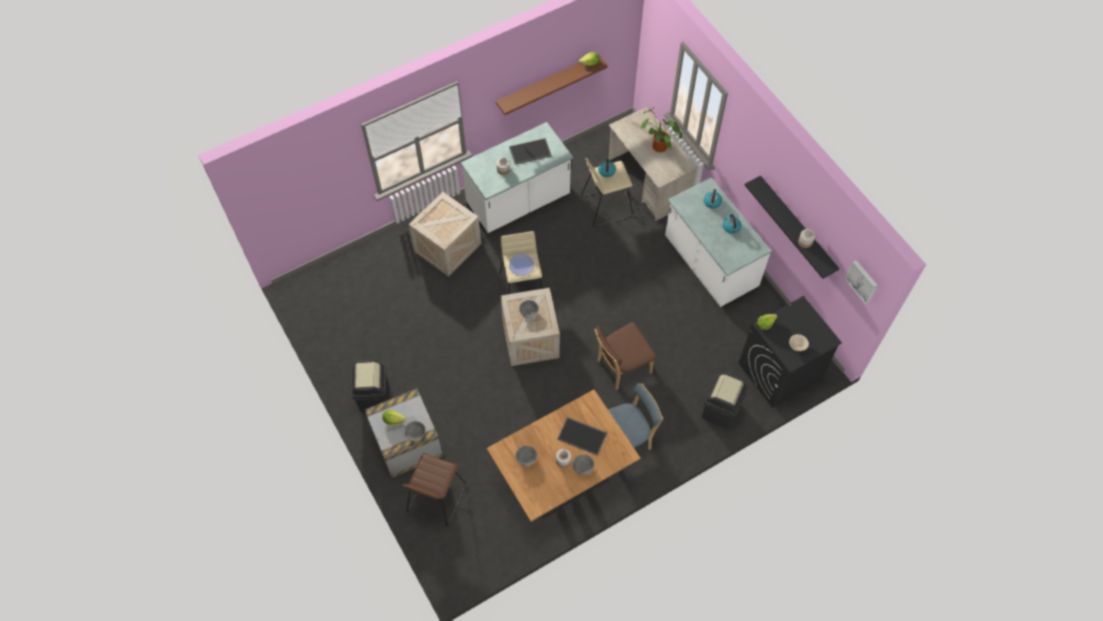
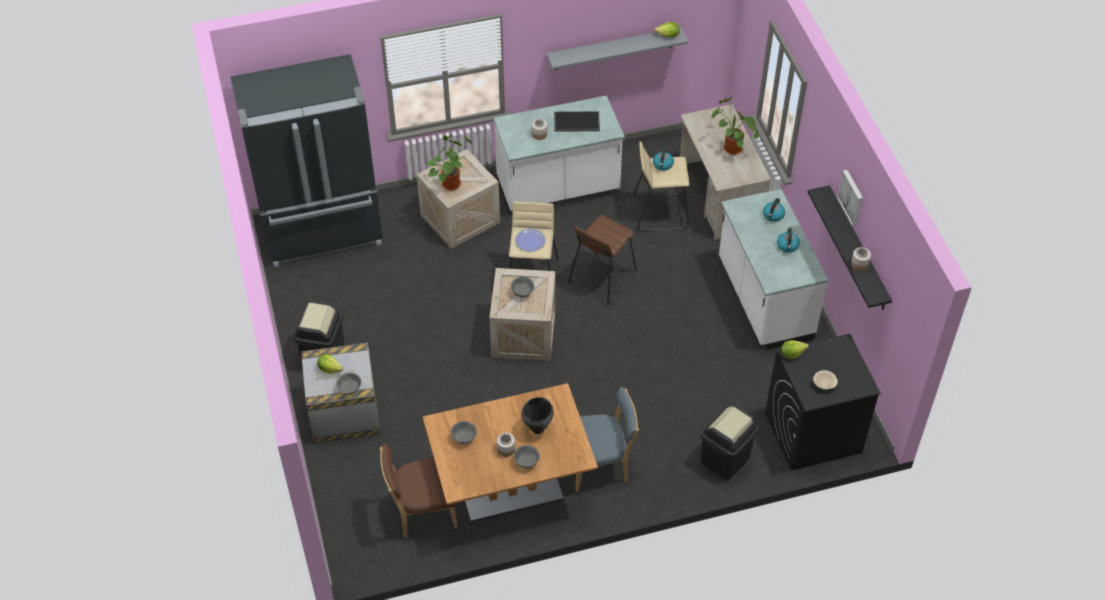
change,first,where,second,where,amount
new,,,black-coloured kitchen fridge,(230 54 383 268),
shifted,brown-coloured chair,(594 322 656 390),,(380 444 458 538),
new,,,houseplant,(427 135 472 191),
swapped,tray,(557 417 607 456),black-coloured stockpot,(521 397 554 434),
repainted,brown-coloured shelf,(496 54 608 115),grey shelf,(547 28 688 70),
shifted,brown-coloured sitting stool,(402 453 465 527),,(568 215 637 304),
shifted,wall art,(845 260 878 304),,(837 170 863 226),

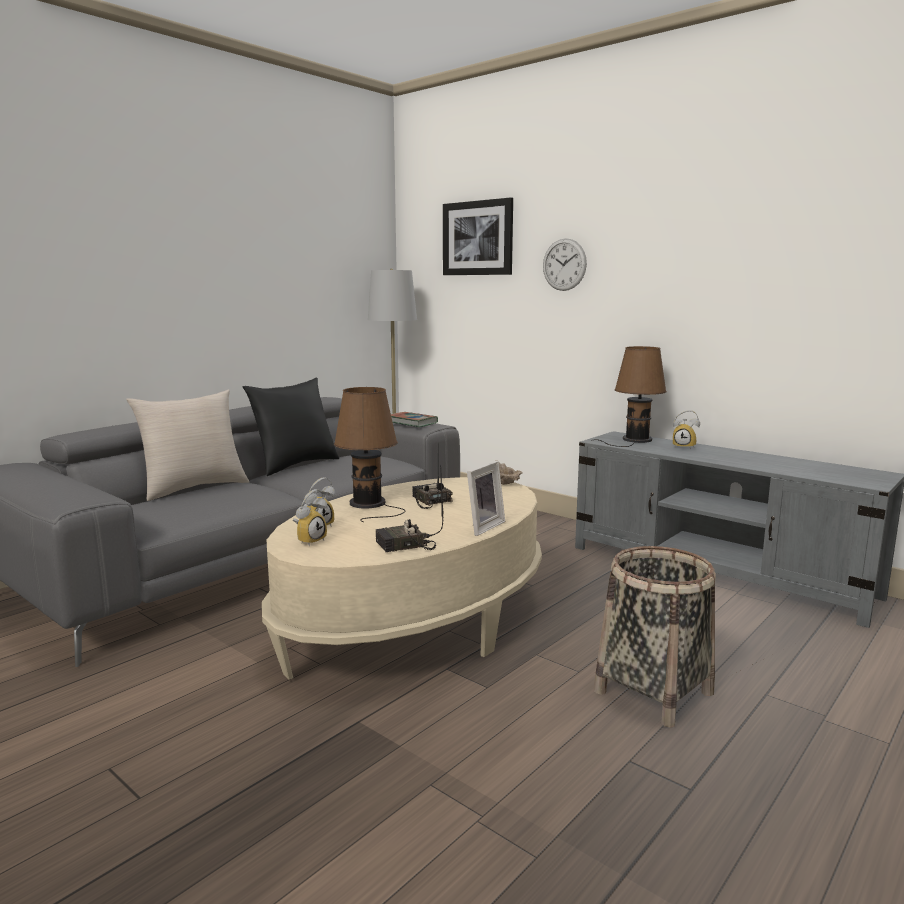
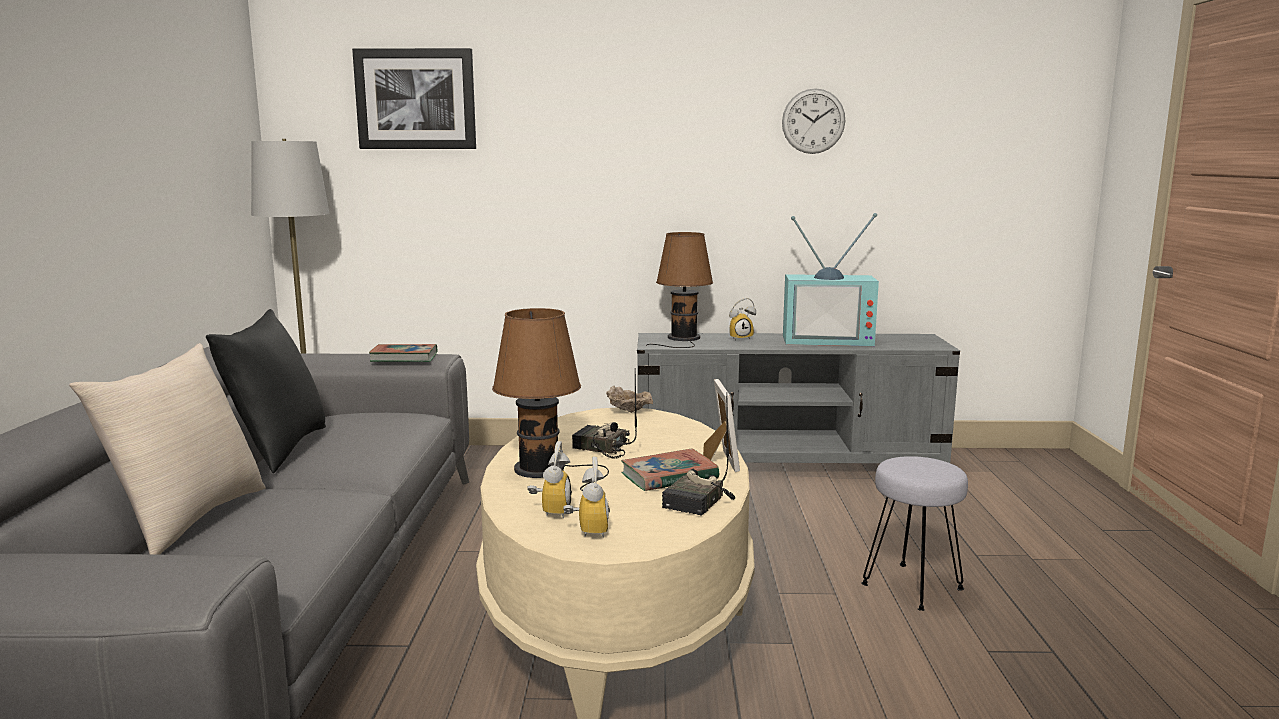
change,first,where,second,where,amount
new,,,volume,(621 448 719 491),
shifted,wall clock,(543 238 587 291),,(782 88 845 154),
new,,,TV,(783 213 879 346),
swapped,storage basket,(594 546 716 728),grey sitting stool,(861 456 968 611),

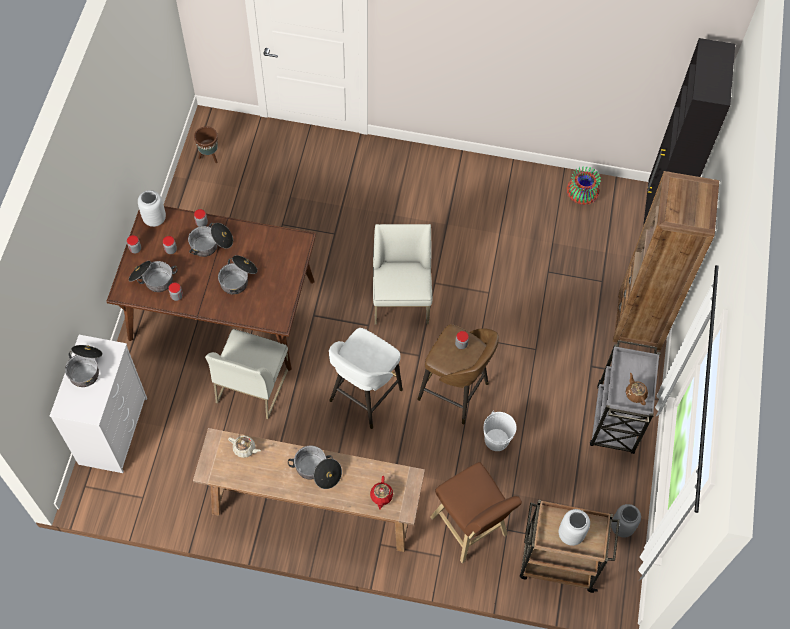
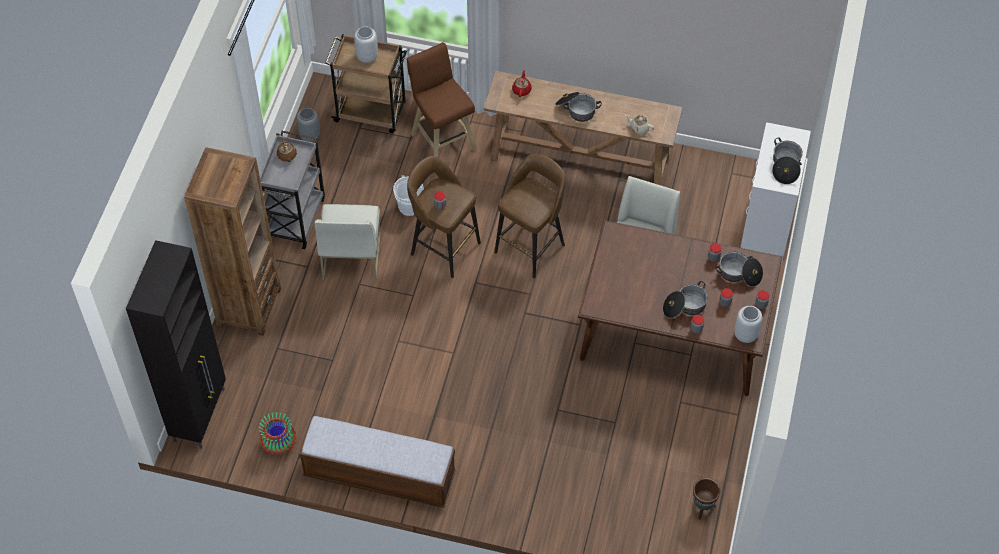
change,first,where,second,where,amount
new,,,long seat,(299 416 456 508),
shifted,whitish chair,(373 224 432 325),,(315 204 381 282),
repainted,whitish sitting stool,(329 328 403 429),brown-coloured sitting stool,(494 154 566 278),
gone,stockpot,(218 255 258 295),,,

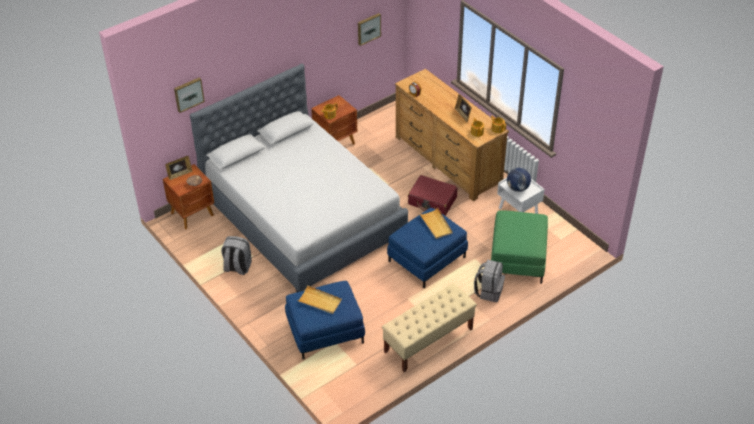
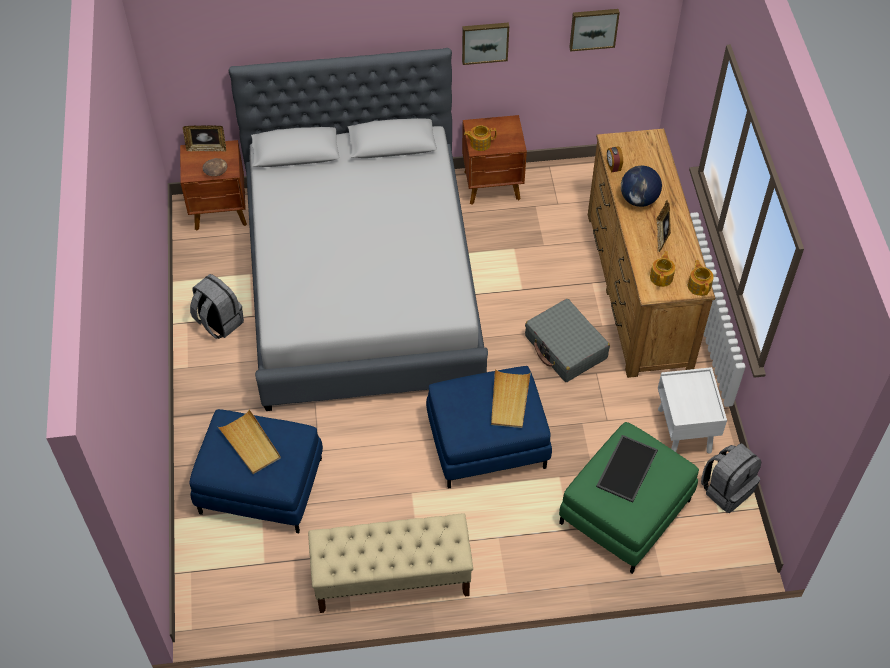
change,first,where,second,where,amount
shifted,wall art,(174 77 205 113),,(462 22 509 65),
repainted,red suitcase,(408 175 458 216),grey suitcase,(525 299 610 382),
new,,,tray,(596 435 658 503),
shifted,world globe,(507 168 531 192),,(621 166 662 207),
shifted,grey rucksack,(474 260 505 302),,(701 443 761 513),

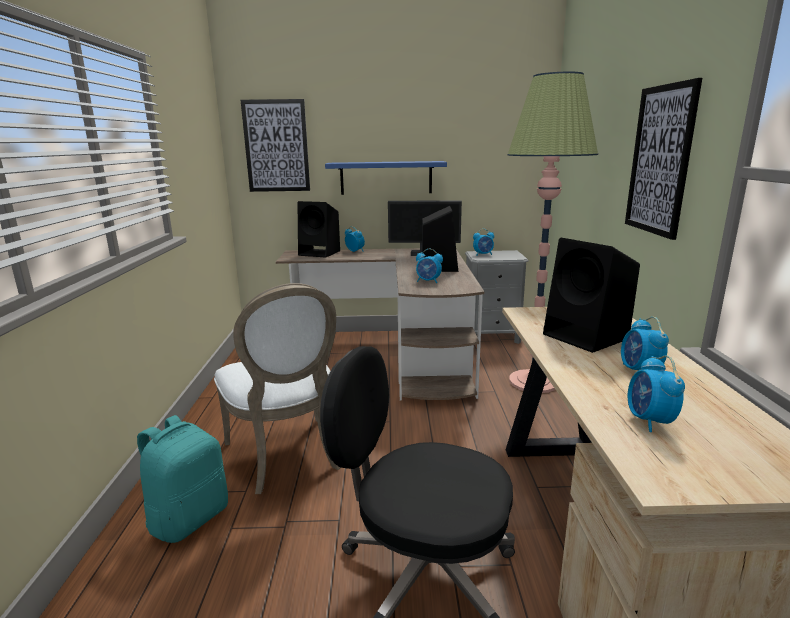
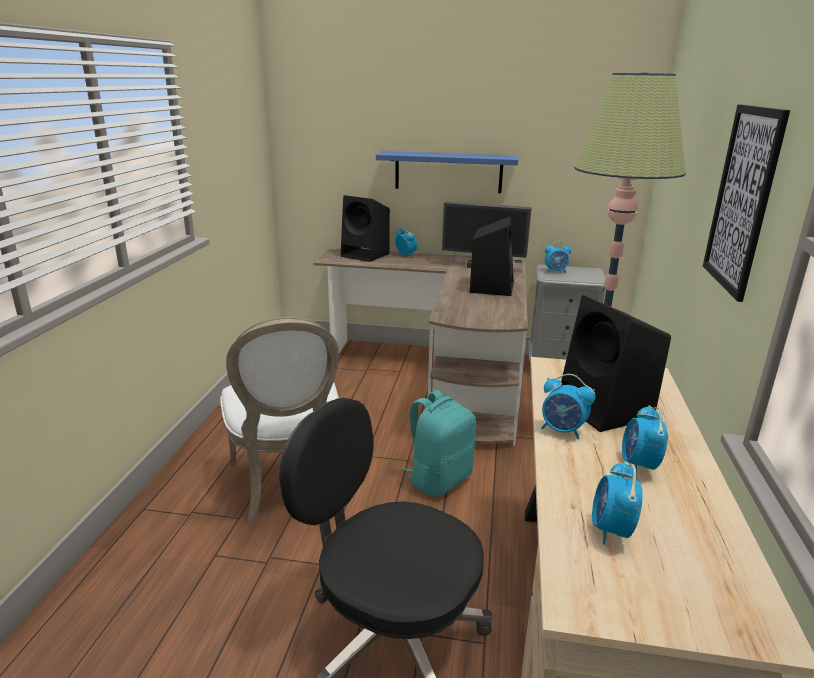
change,first,where,second,where,amount
shifted,turquoise rucksack,(137 415 228 543),,(402 390 476 496),
shifted,bedside clock,(416 249 443 283),,(541 374 595 439),
gone,wall art,(241 99 310 192),,,

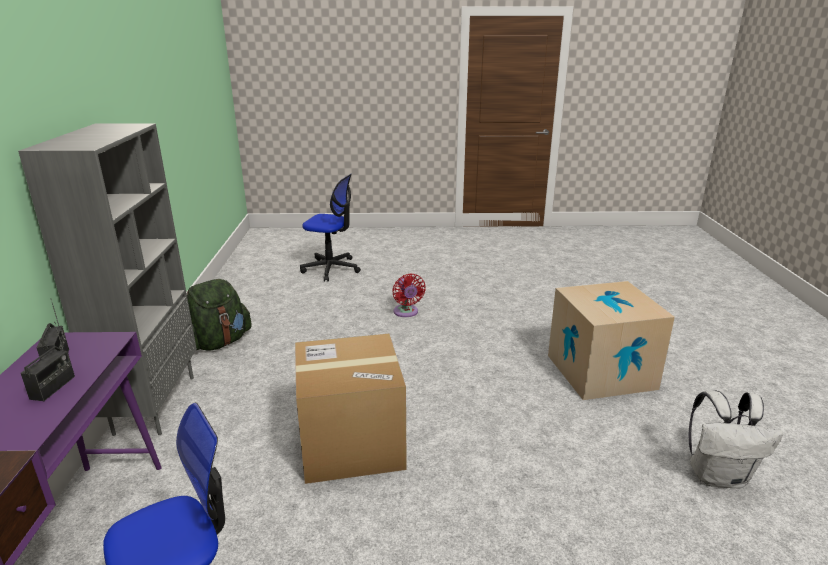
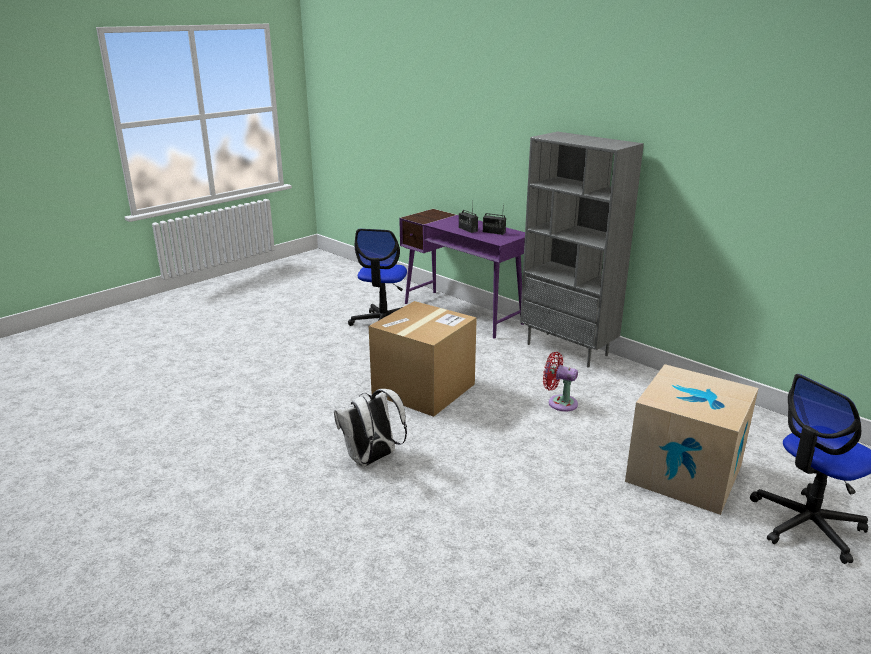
change,first,where,second,where,amount
shifted,whitish rucksack,(689 390 783 488),,(334 389 407 466),
shifted,red electric fan,(392 273 426 317),,(543 352 578 412),
shifted,packing box,(548 281 675 400),,(625 364 758 515),
gone,green rucksack,(187 279 252 351),,,

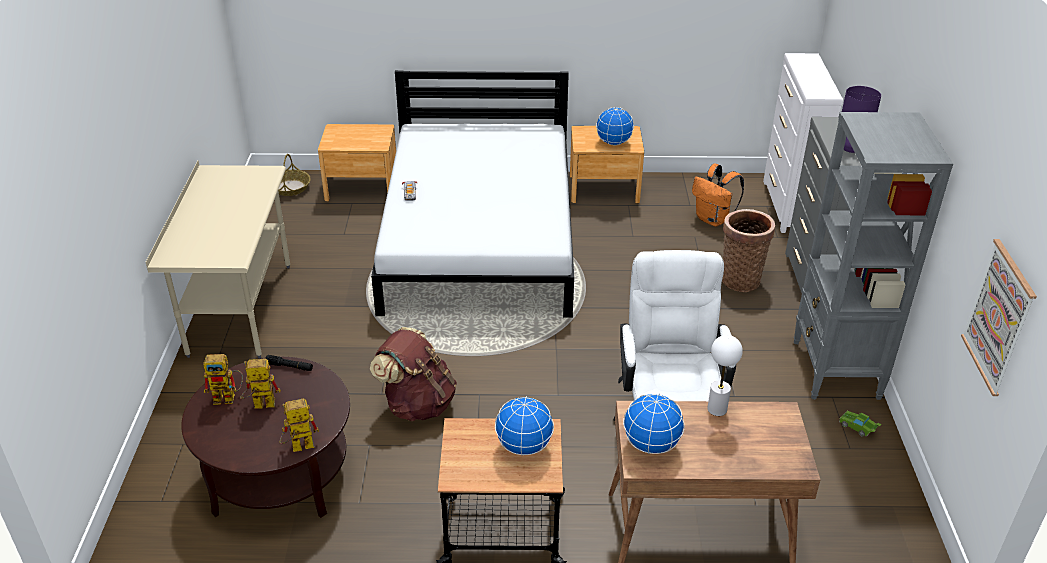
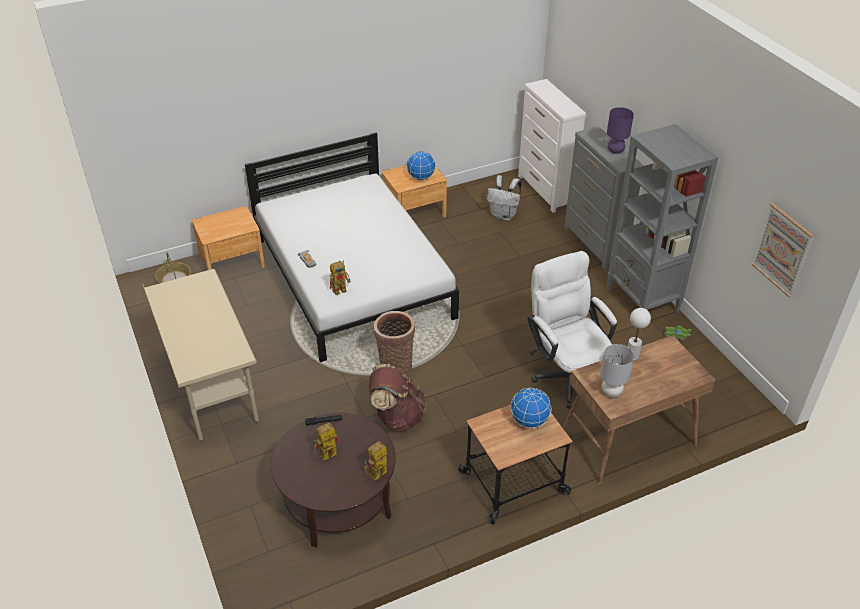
change,first,where,second,where,amount
shifted,model robot,(203 354 243 405),,(330 261 351 295),
shifted,storage basket,(722 209 775 292),,(373 311 415 375),
repainted,orange rucksack,(692 164 744 226),whitish rucksack,(487 175 522 220),
swapped,world globe,(623 394 685 454),grey tabletop lamp,(600 344 634 398),

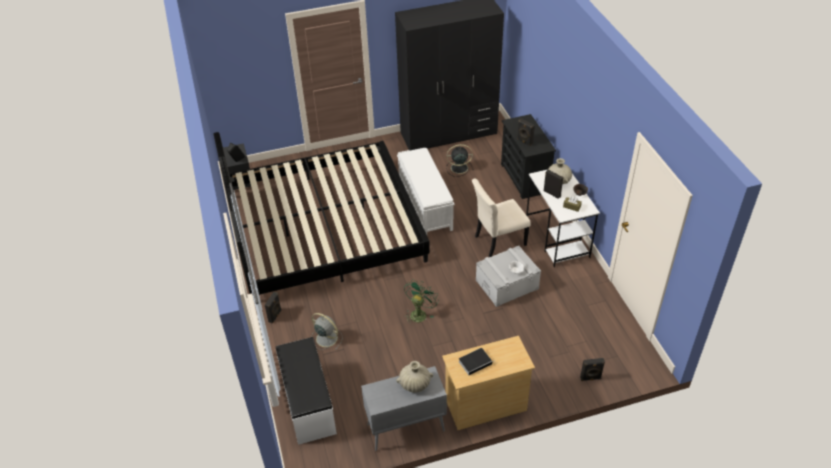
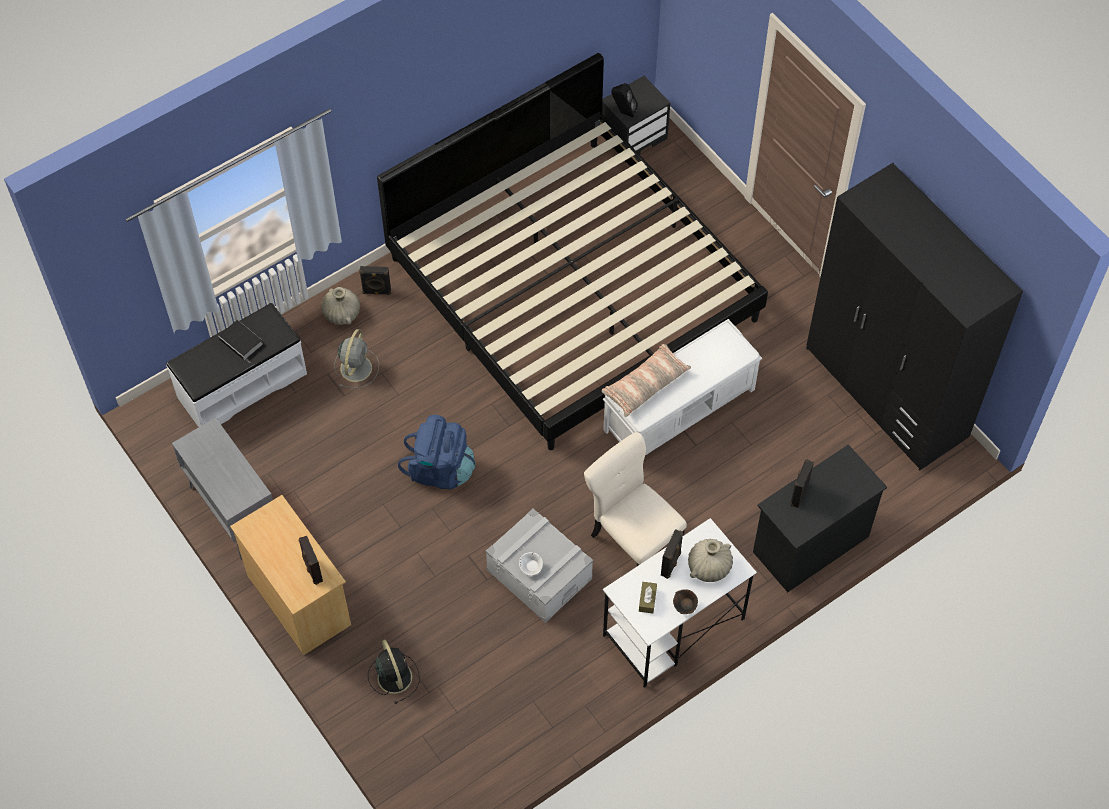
change,first,where,second,where,amount
shifted,volume,(459 348 496 375),,(218 320 263 363),
shifted,black-coloured audio speaker,(580 358 605 381),,(299 536 323 585),
shifted,beige decorative vase,(396 361 433 392),,(321 287 360 325),
shifted,black-coloured electric fan,(446 144 473 177),,(368 640 420 704),
swapped,green electric fan,(404 280 438 324),bluish rucksack,(398 415 476 489),
new,,,throw pillow,(602 344 691 417),

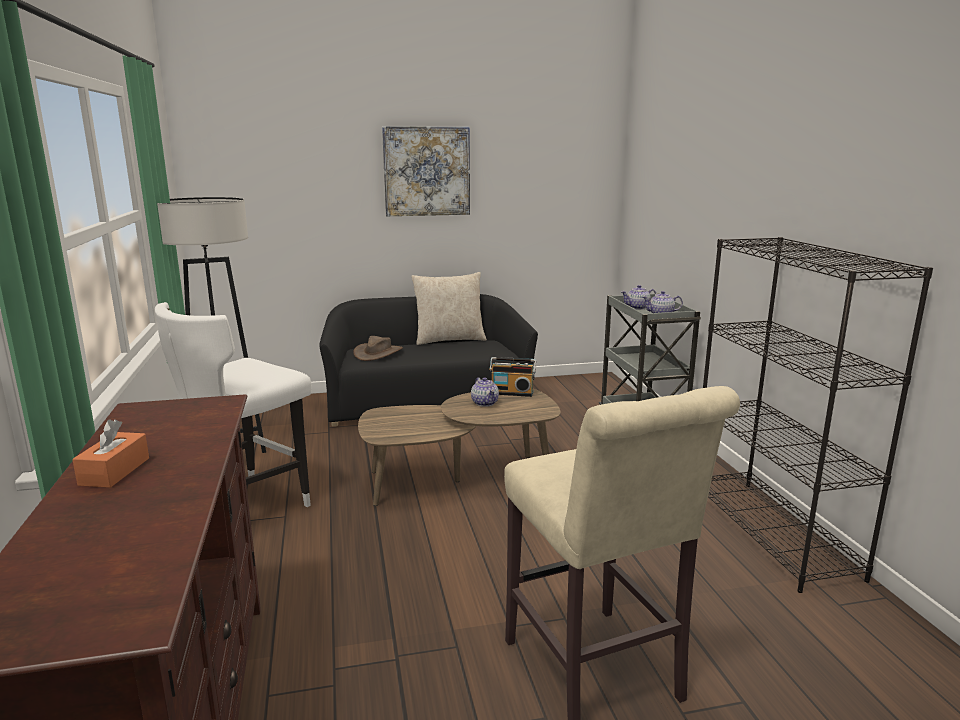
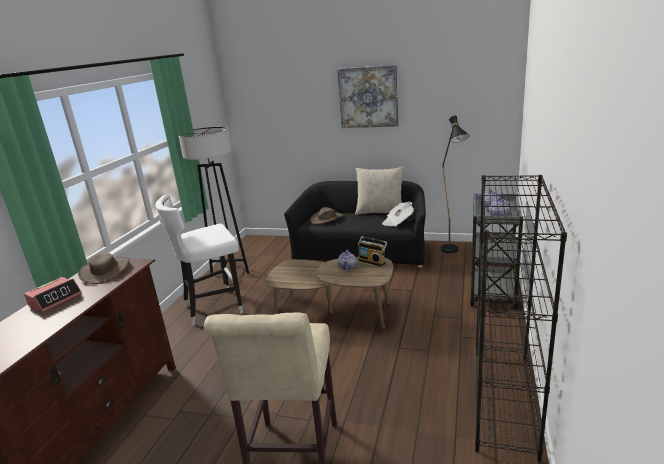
change,first,where,second,where,amount
swapped,orange tissue box,(72 419 149 488),bedside clock,(24 277 82 312),
new,,,brown-coloured wearable hat,(78 253 129 284),
new,,,printed paper,(382 202 414 227),
new,,,black-coloured floor lamp,(441 116 470 253),

